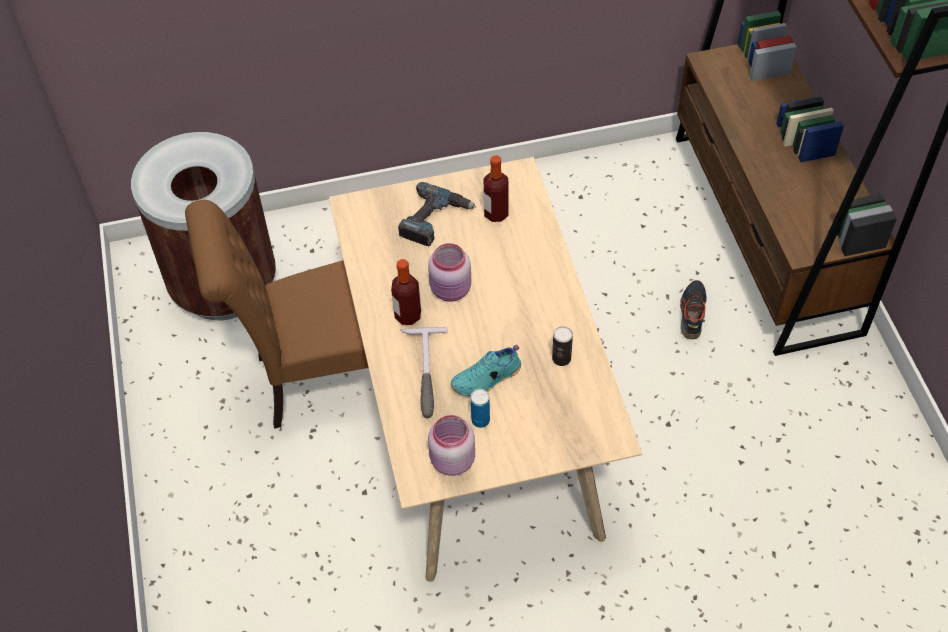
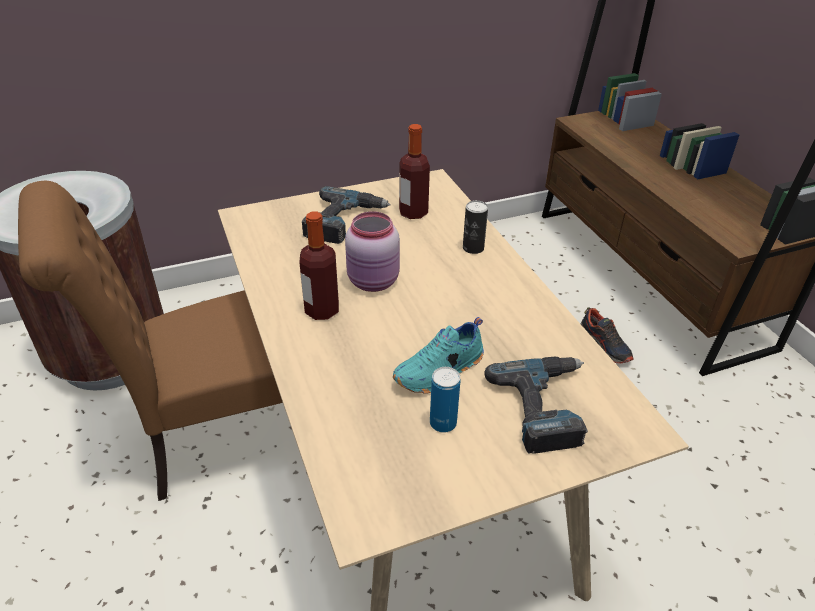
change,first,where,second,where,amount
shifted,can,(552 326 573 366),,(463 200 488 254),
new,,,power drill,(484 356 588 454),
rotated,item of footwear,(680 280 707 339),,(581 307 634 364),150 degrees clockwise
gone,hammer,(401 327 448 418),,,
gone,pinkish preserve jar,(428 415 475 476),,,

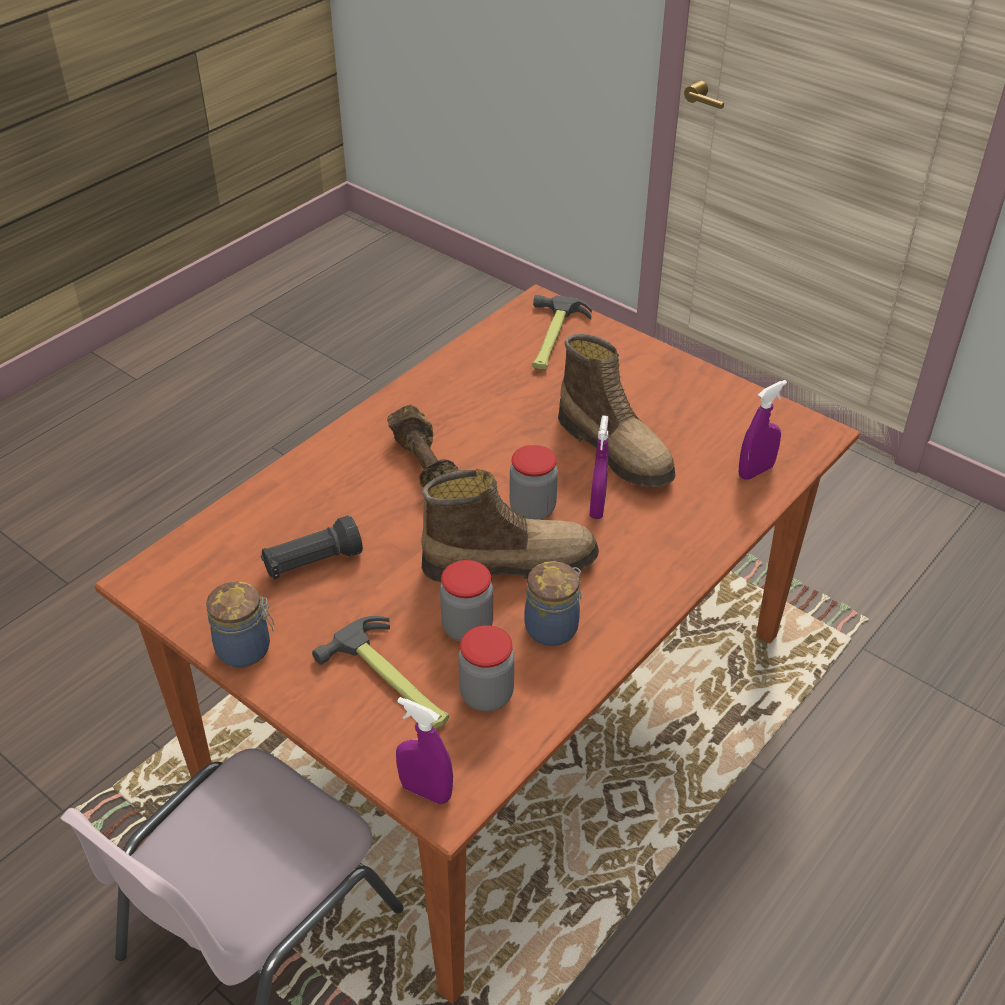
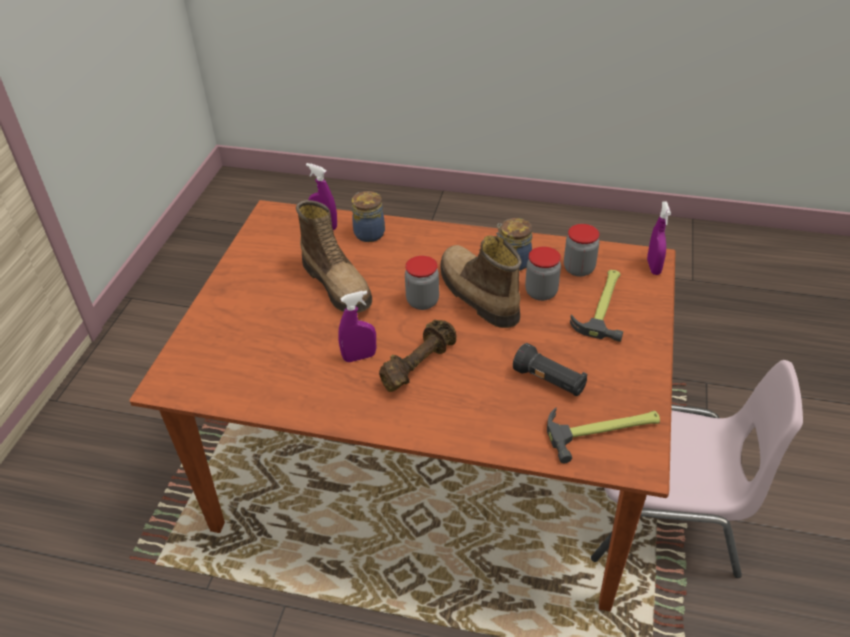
change,first,where,second,where,amount
rotated,tall boot,(558 334 675 487),,(296 200 372 313),120 degrees clockwise
shifted,purple-coloured hand sprayer,(589 415 609 519),,(338 290 376 362),
shifted,preserve jar,(206 581 274 668),,(352 191 385 242),
shifted,hammer,(532 295 592 370),,(547 407 660 463),

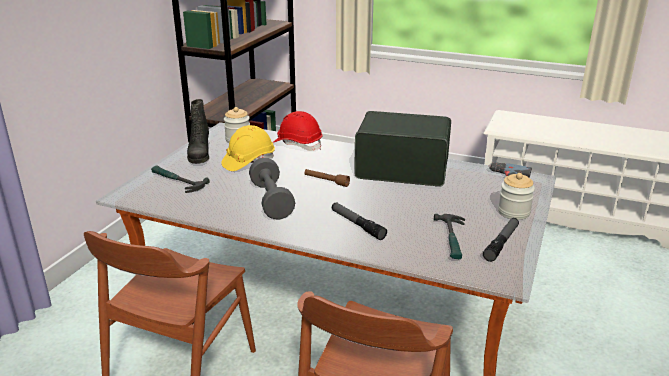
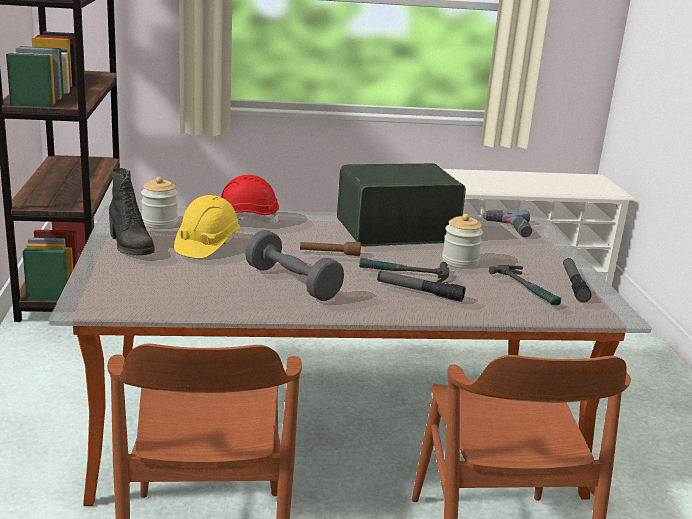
change,first,where,second,where,amount
shifted,hammer,(151 165 210 193),,(359 258 449 282),
shifted,preserve jar,(498 173 535 220),,(442 214 483 268),

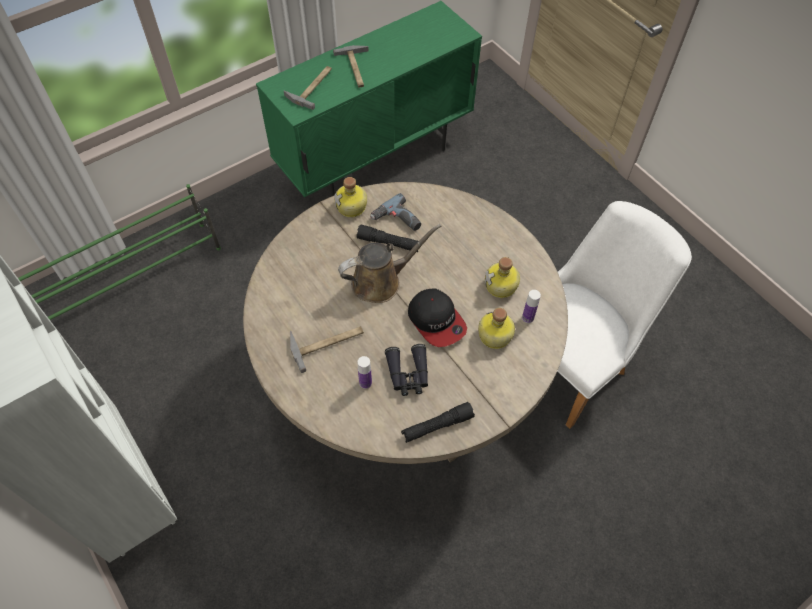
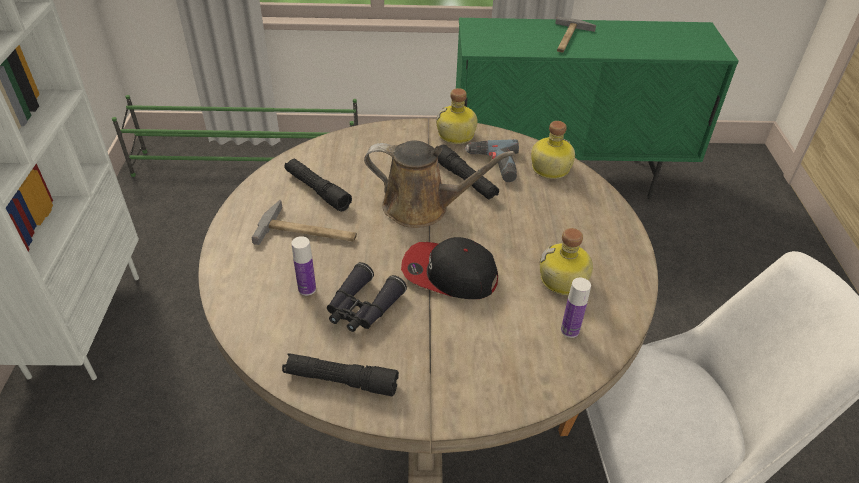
change,first,where,second,where,amount
new,,,black-coloured torch,(284 158 352 212),
rotated,cap,(408 288 467 347),,(401 237 498 299),105 degrees clockwise
shifted,drink bottle,(478 308 515 349),,(531 121 575 179),
gone,hammer,(284 66 332 110),,,

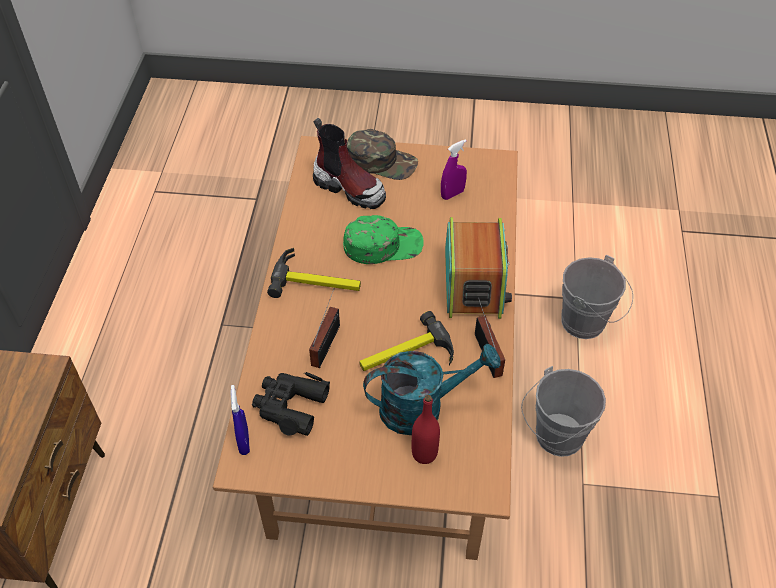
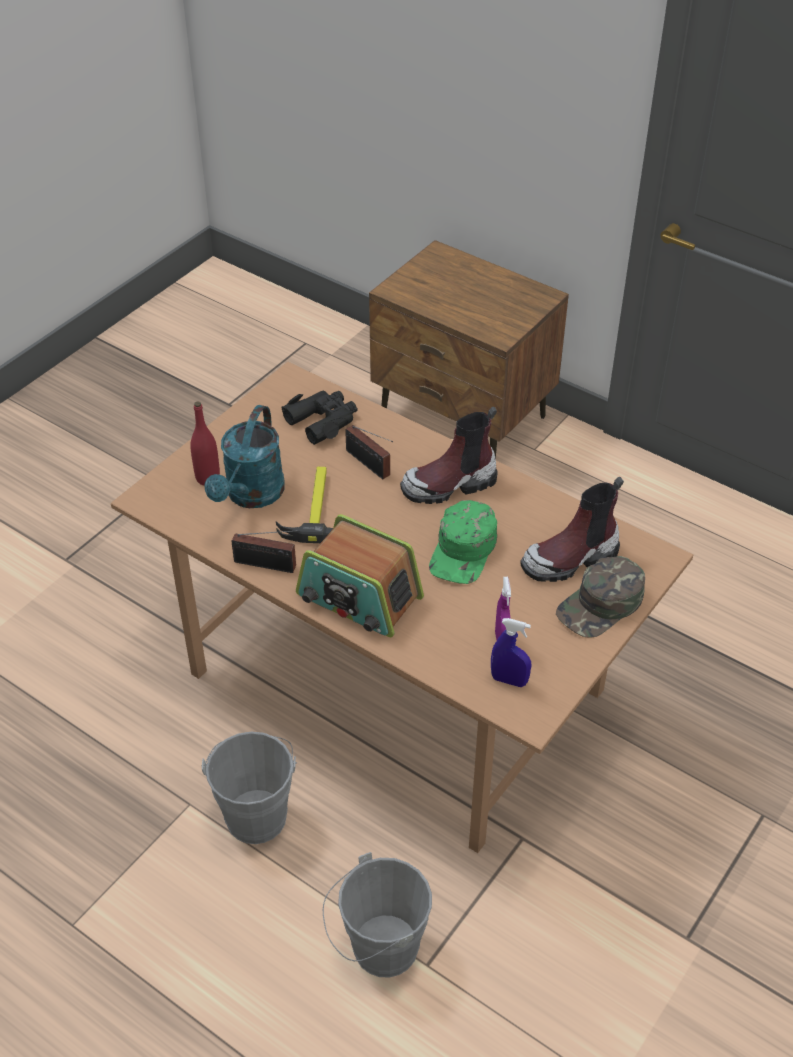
change,first,where,second,where,amount
swapped,hammer,(267 248 361 298),tall boot,(400 407 497 504),
shifted,bluish hand sprayer,(230 385 250 455),,(491 618 531 687),

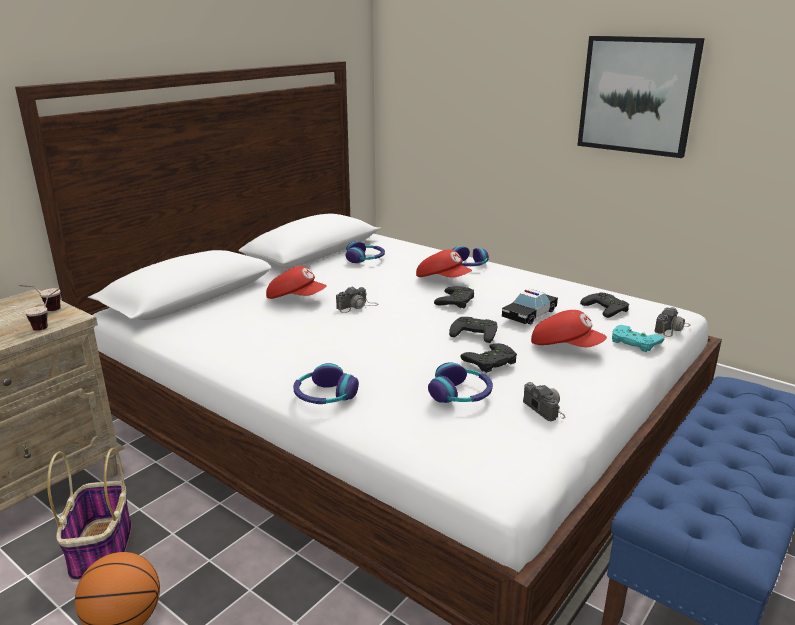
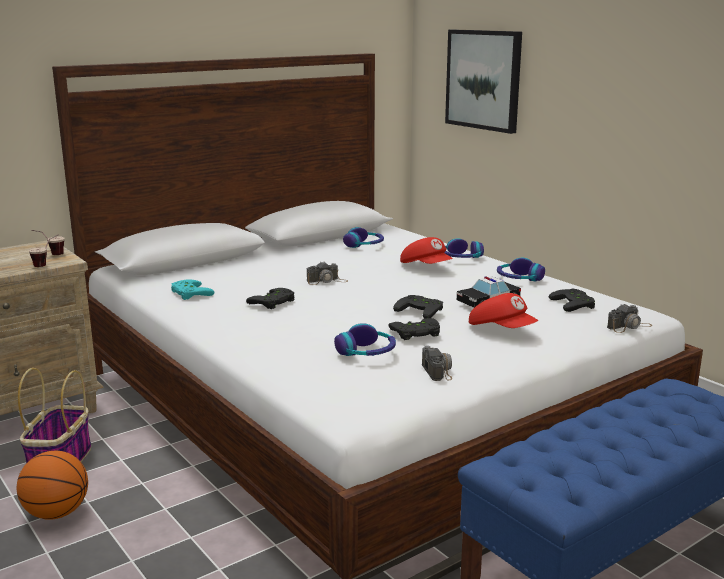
change,first,where,second,where,amount
shifted,turquoise joypad,(612 325 665 352),,(171 279 214 300),
shifted,black-coloured joypad,(434 286 474 309),,(246 288 294 309),
shifted,wall art,(577 36 705 158),,(445 29 522 134),
shifted,pair of headphones,(293 363 359 404),,(497 258 545 281),
gone,red cap,(266 266 327 299),,,

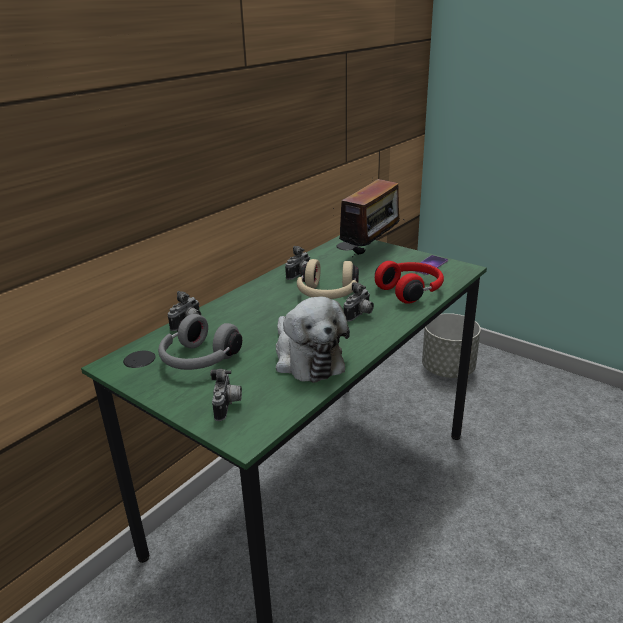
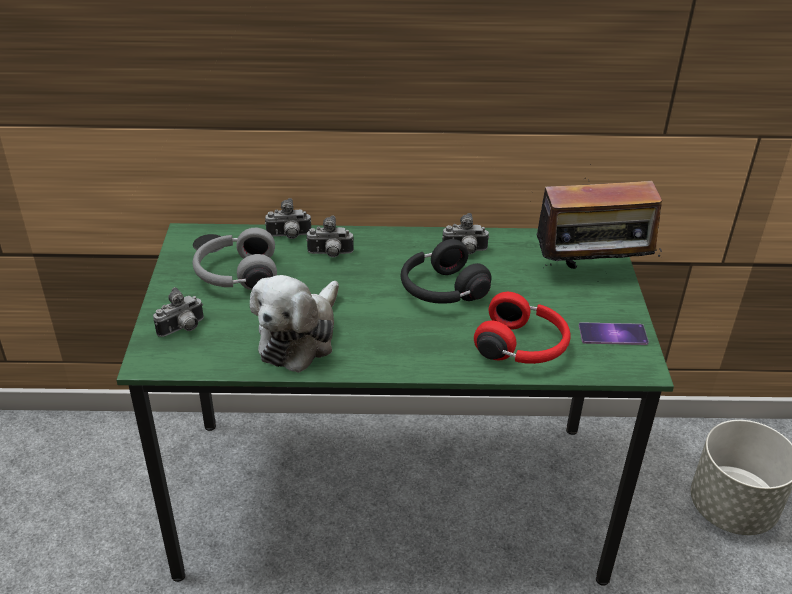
change,first,where,second,where,amount
shifted,still camera,(344 282 374 322),,(306 216 354 257),
repainted,beige pair of headphones,(297 259 359 299),black-coloured pair of headphones,(401 239 491 304),

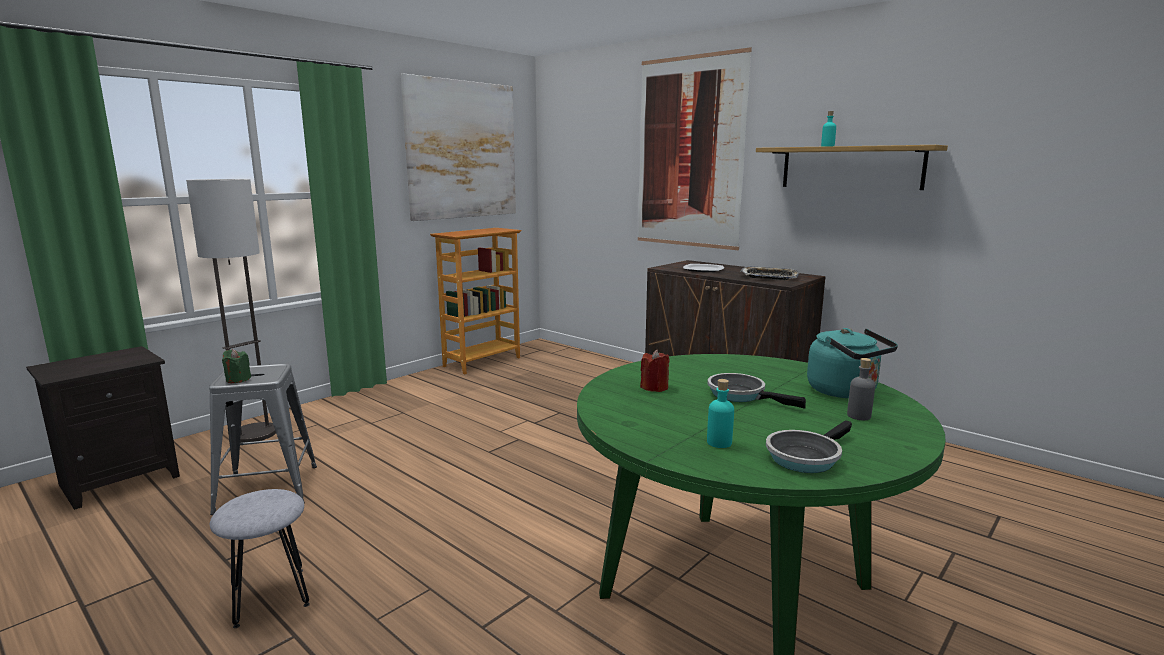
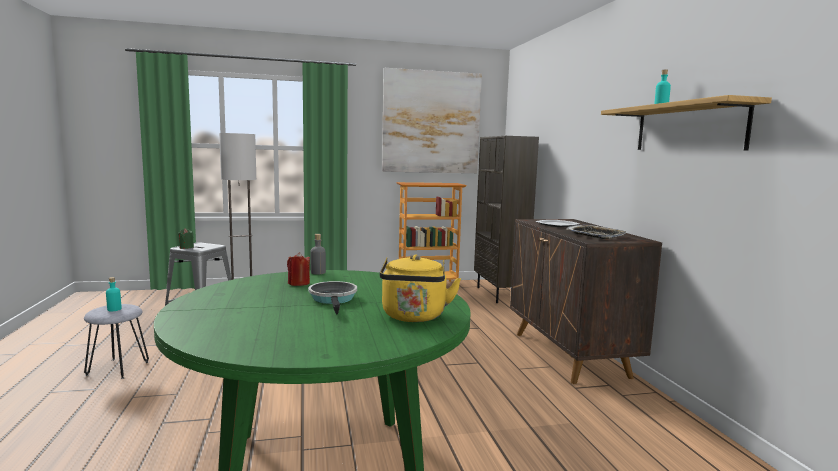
change,first,where,second,where,amount
shifted,turquoise drink bottle,(707 379 734 448),,(106 277 122 311),
shifted,grey drink bottle,(847 358 875 420),,(311 234 326 274),
repainted,turquoise water kettle,(807 328 898 398),yellowish water kettle,(380 254 461 322),
new,,,brown-coloured bookcase,(474 136 539 303),
gone,black-coloured nightstand,(26 346 180 510),,,
gone,wall art,(638 47 752 250),,,
gone,pan,(766 420 852 473),,,

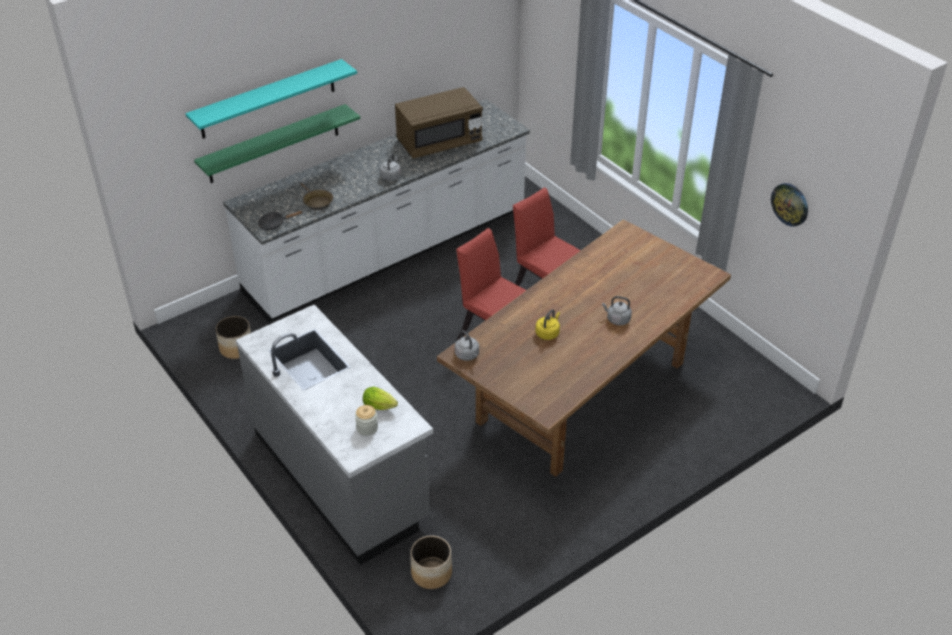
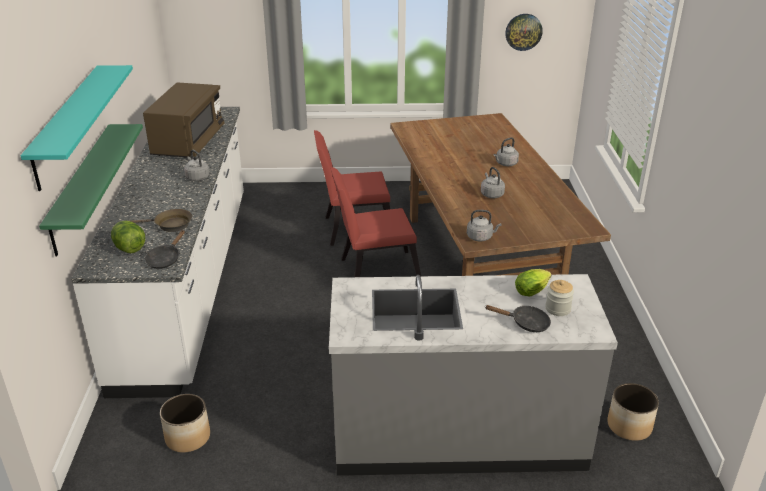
change,first,where,second,where,amount
new,,,head of lettuce,(111 221 145 253),
repainted,yellowish water kettle,(535 310 560 340),grey water kettle,(481 167 505 198),
new,,,black-coloured pan,(486 305 551 332),

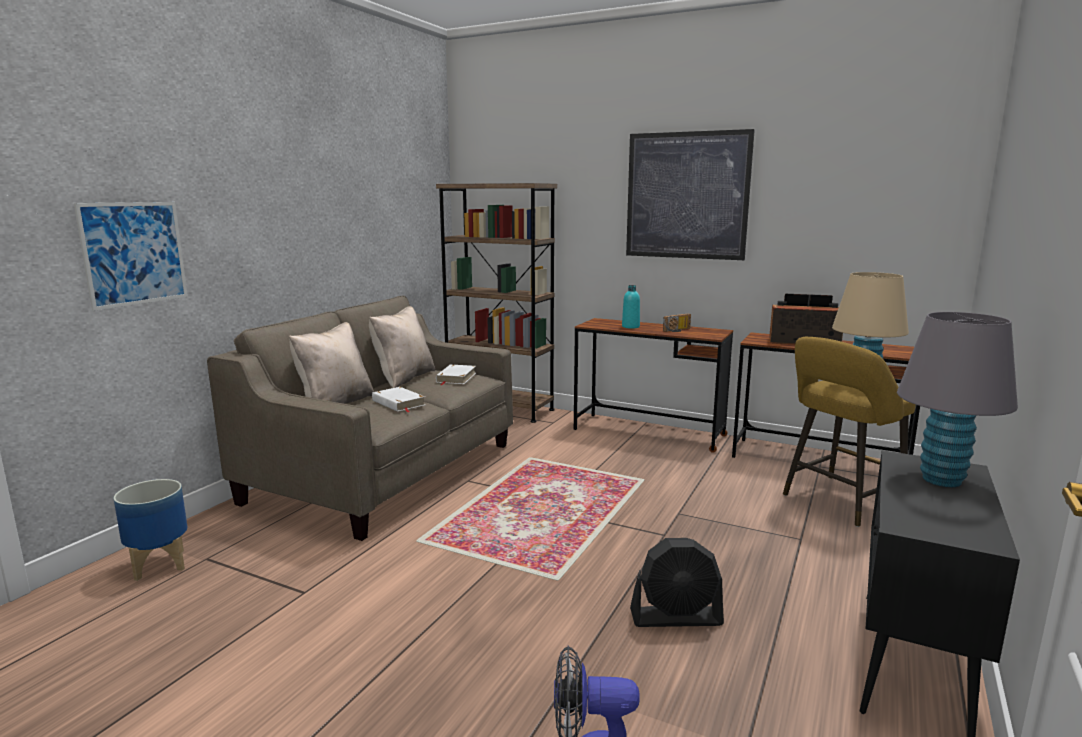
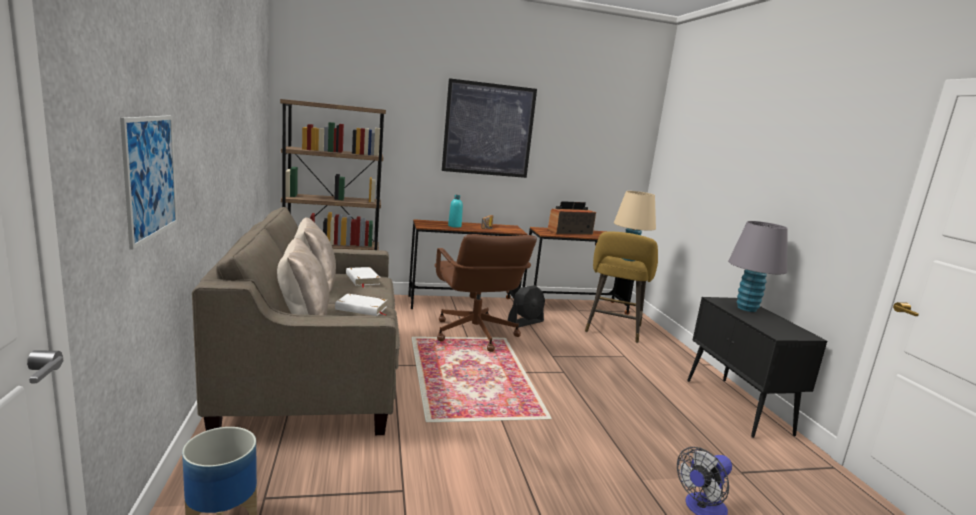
change,first,where,second,where,amount
new,,,brown-coloured office chair,(434 234 537 352),
shifted,black-coloured electric fan,(630 538 724 627),,(508 285 545 328),

